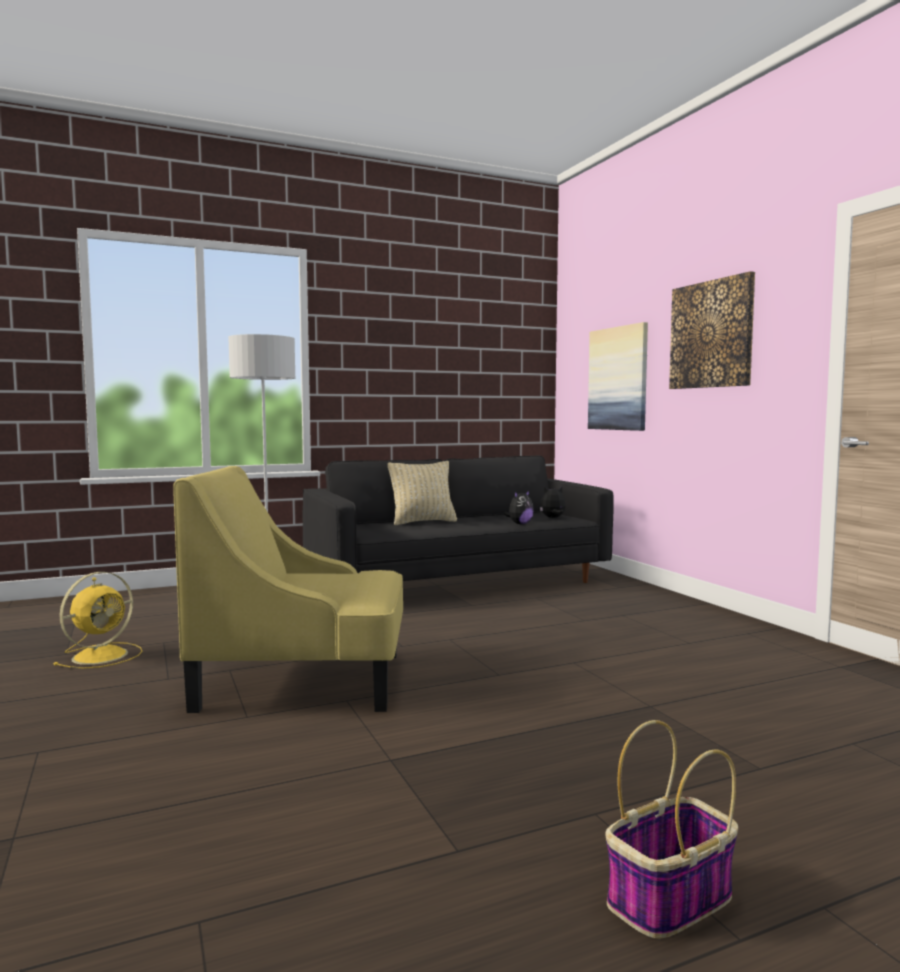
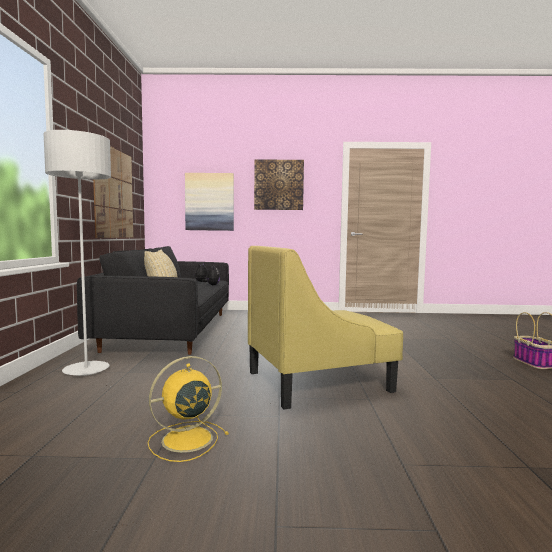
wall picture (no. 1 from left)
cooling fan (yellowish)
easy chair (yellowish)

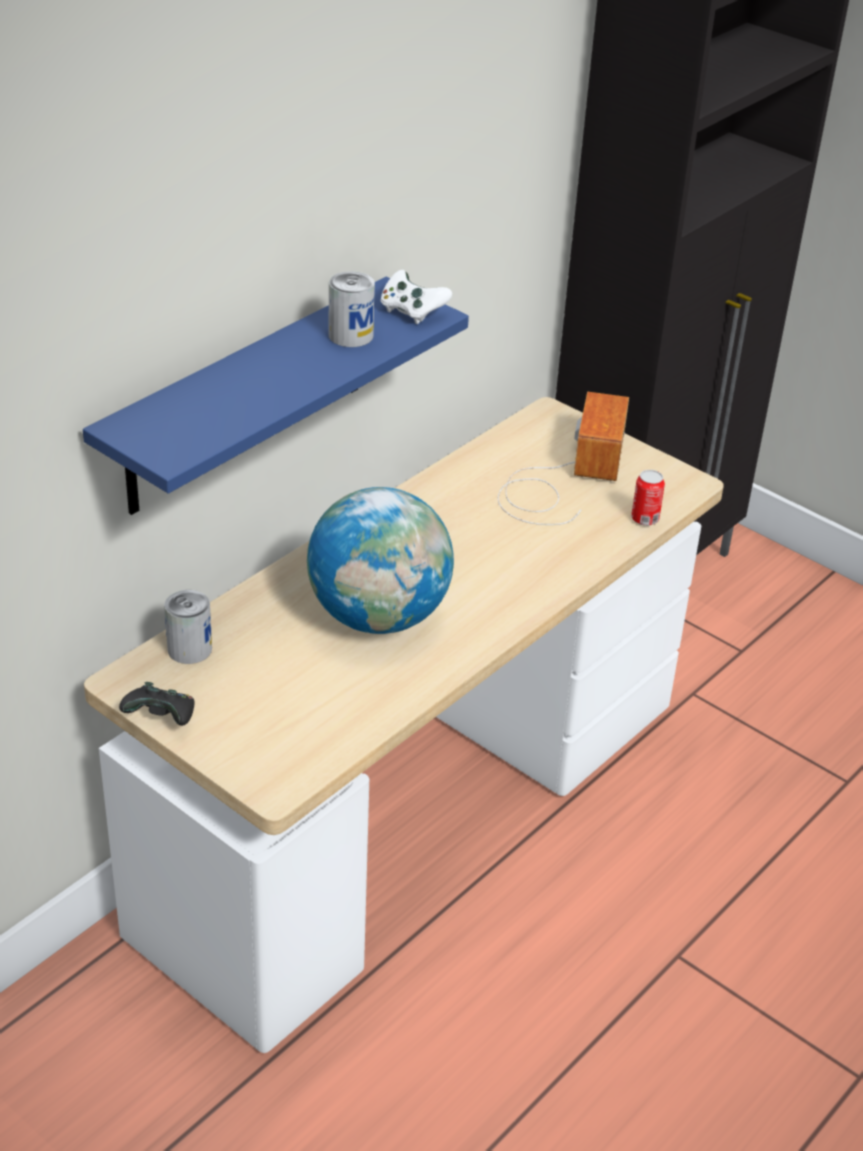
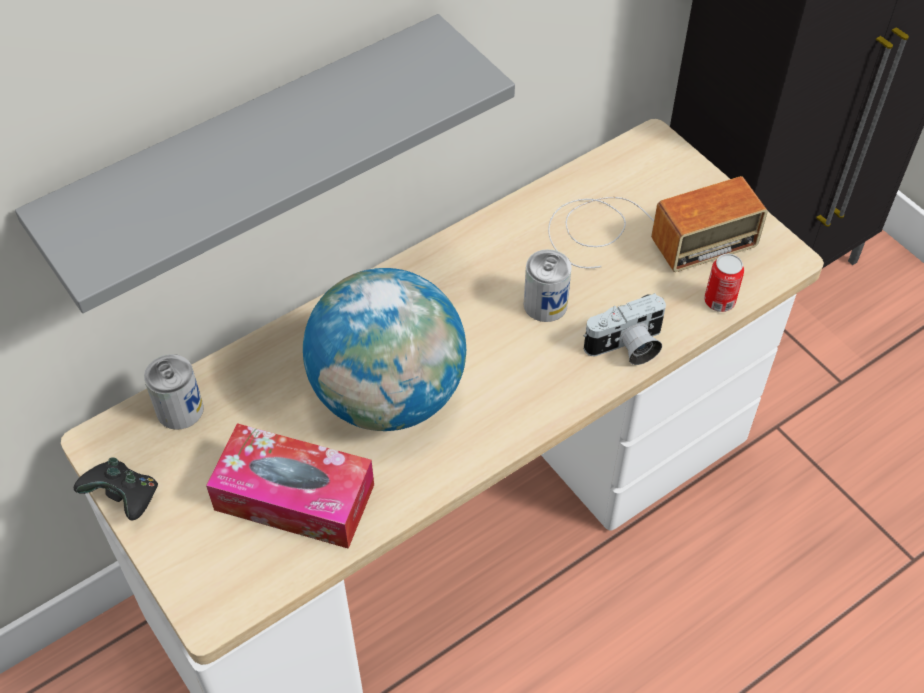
wall shelf (grey)
tissue holder
can (no. 2 from left)
radio
photo camera
gamepad (white)

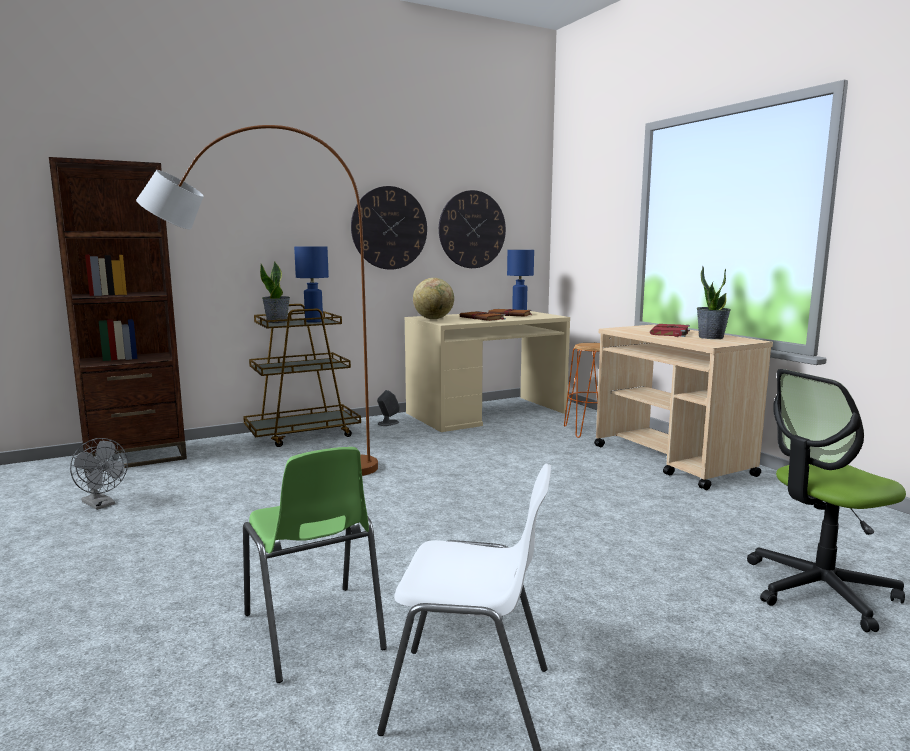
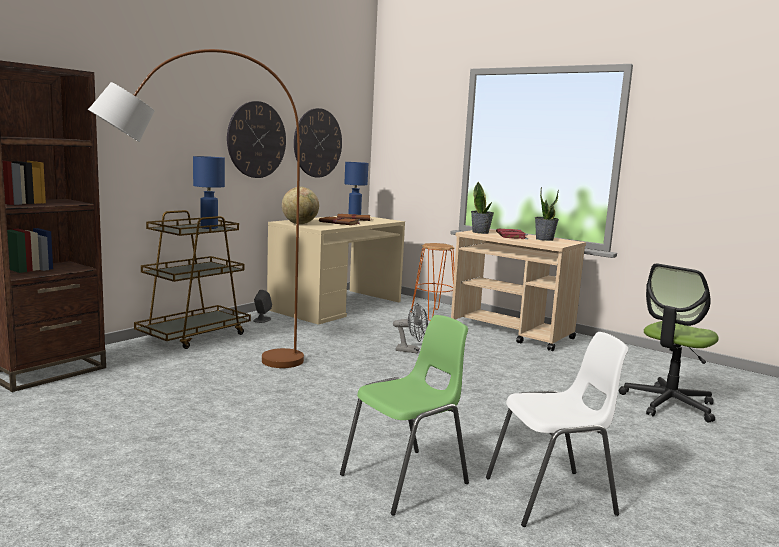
upright chair (green-coloured)
cooling fan (grey)
plant in a pot (no. 1 from left)

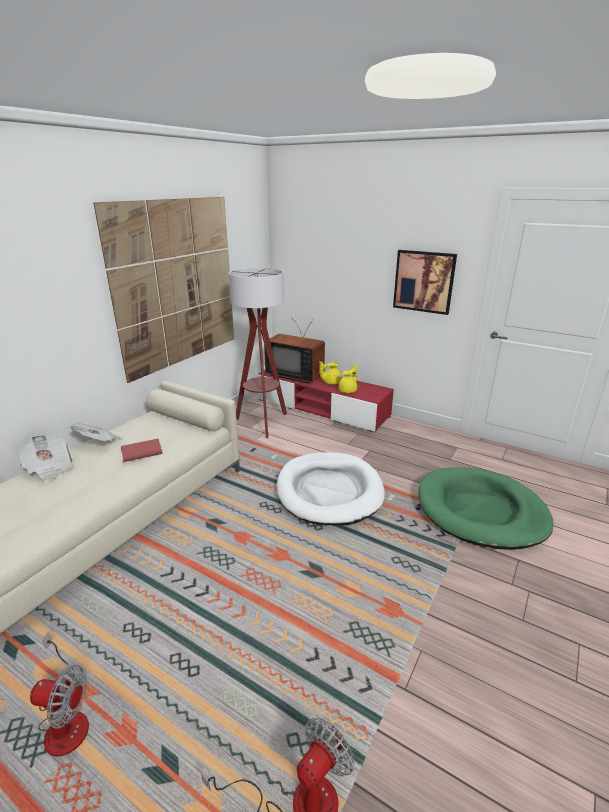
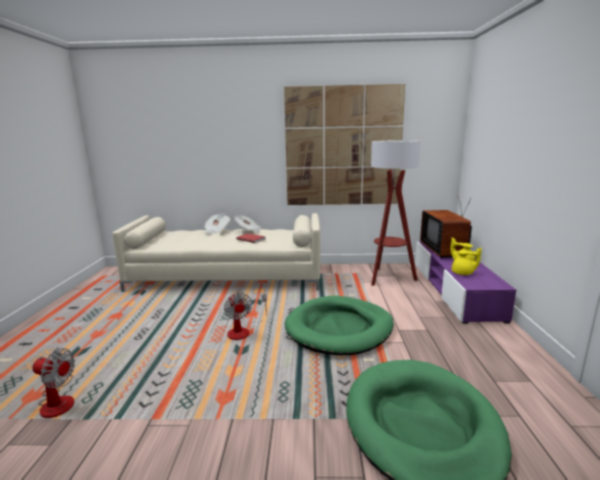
cooling fan (no. 2 from left)
dog bed (green-coloured) (no. 1 from left)
tv stand (purple-coloured)
wall picture (no. 2 from left in the first image)

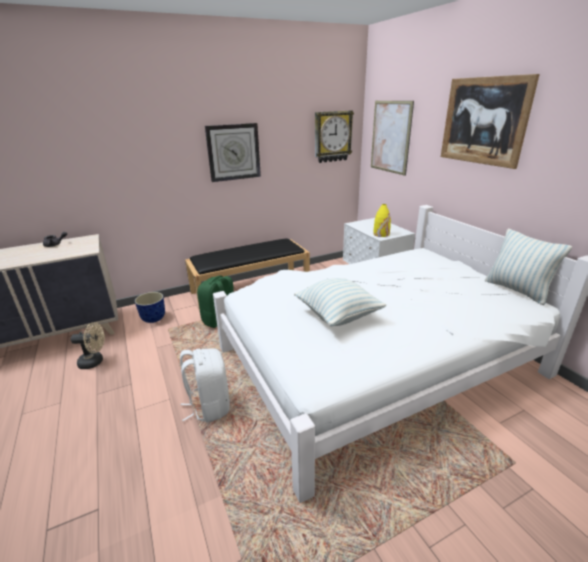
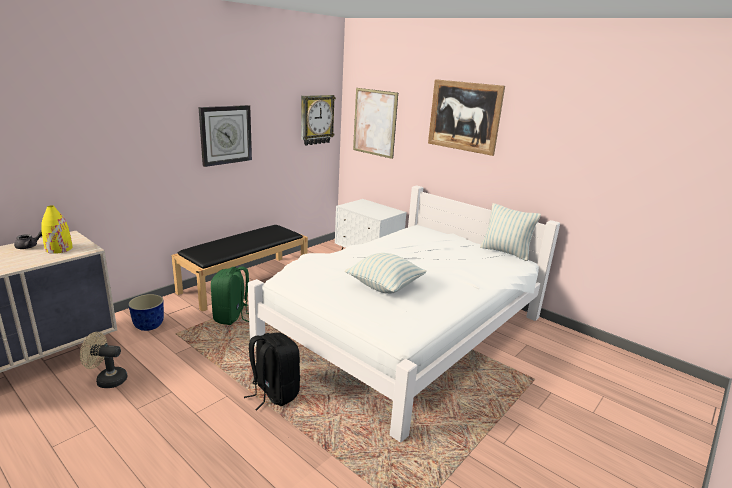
vase (yellowish)
cooling fan (sand-coloured)
rucksack (black-coloured)

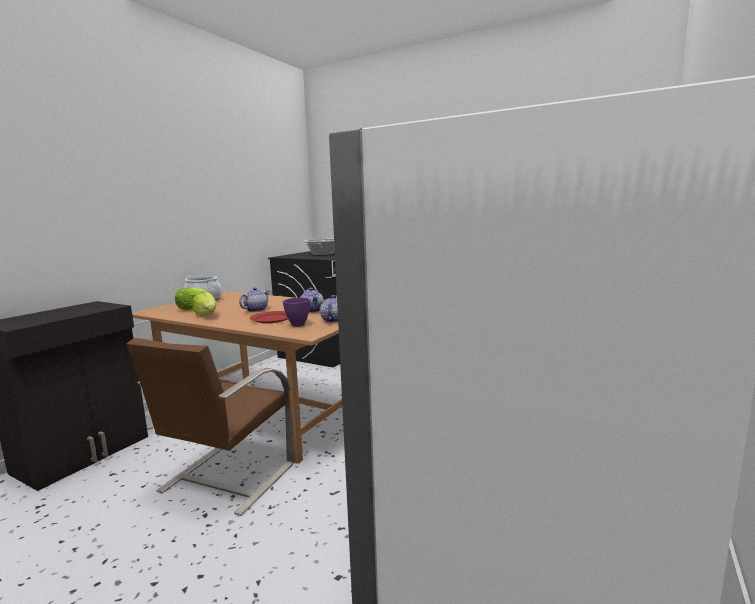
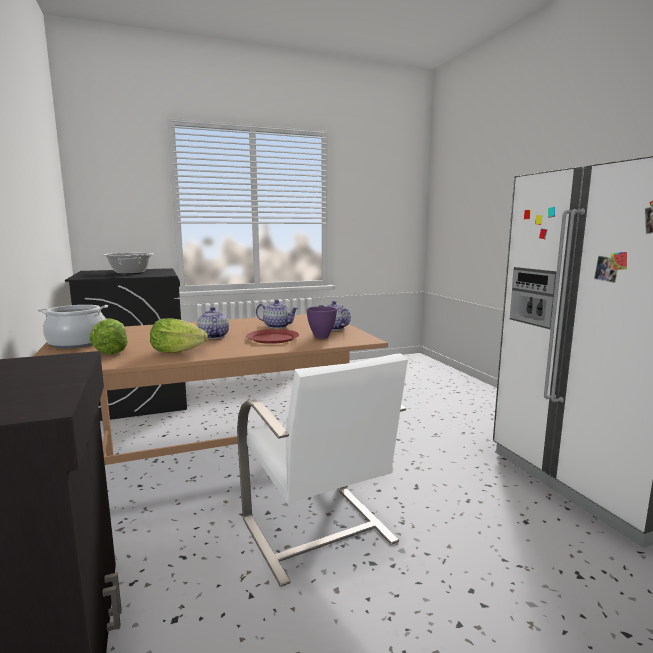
upright chair (white)

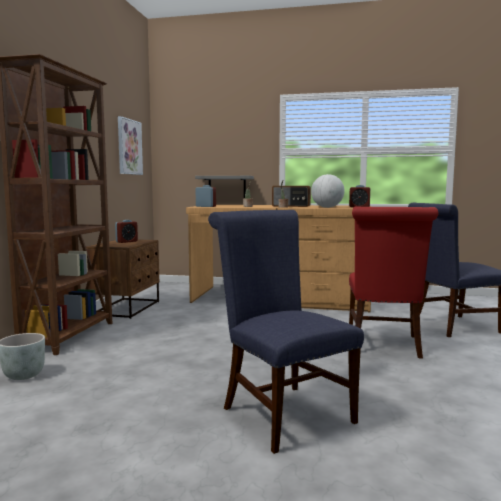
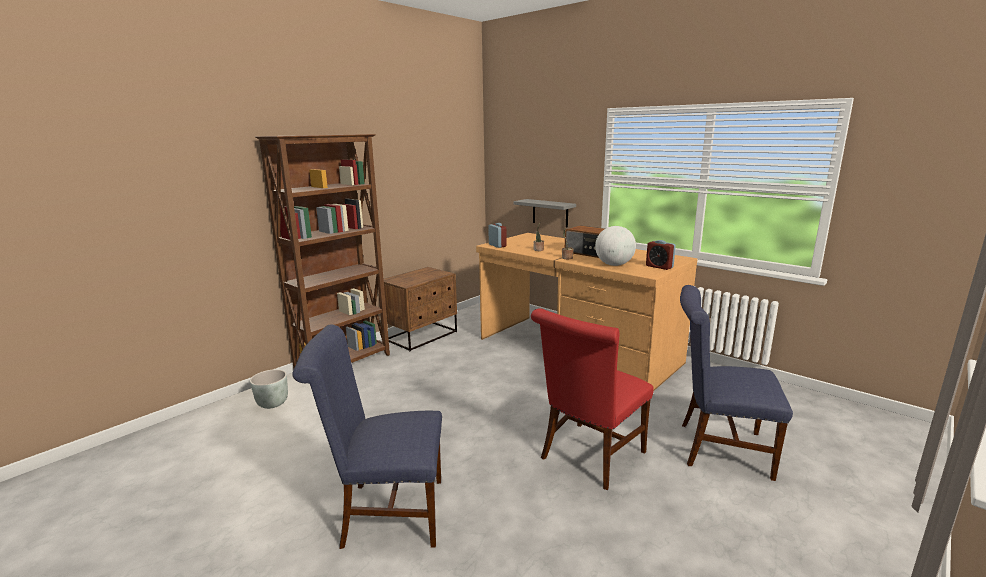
upright chair (blue) (no. 1 from left)
table clock (no. 1 from left in the first image)
wall picture

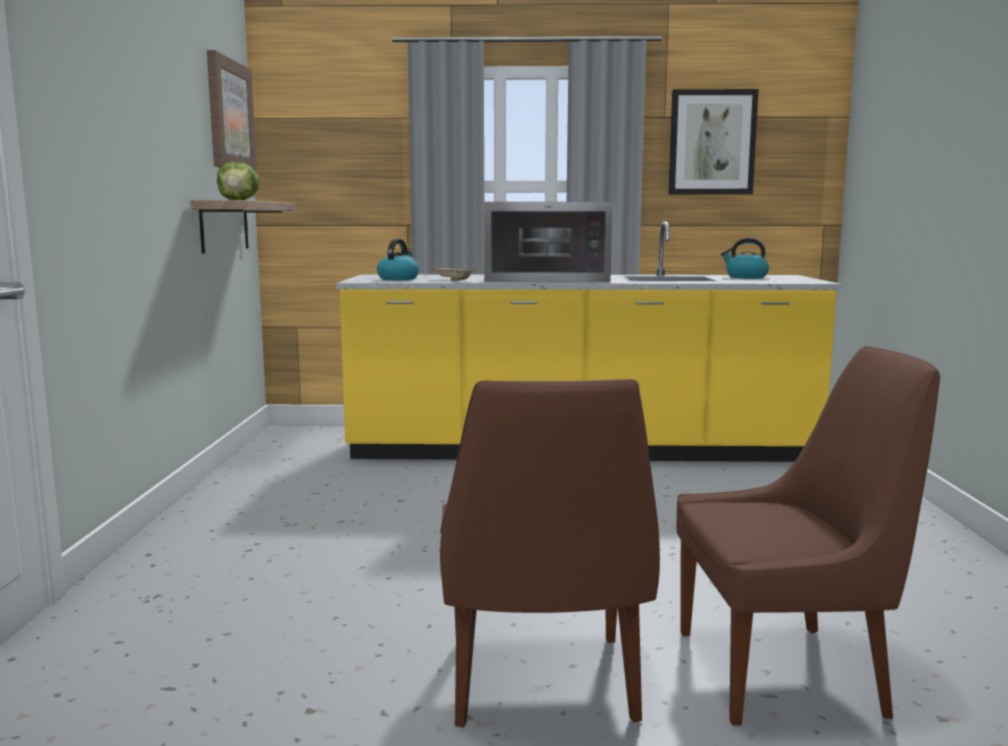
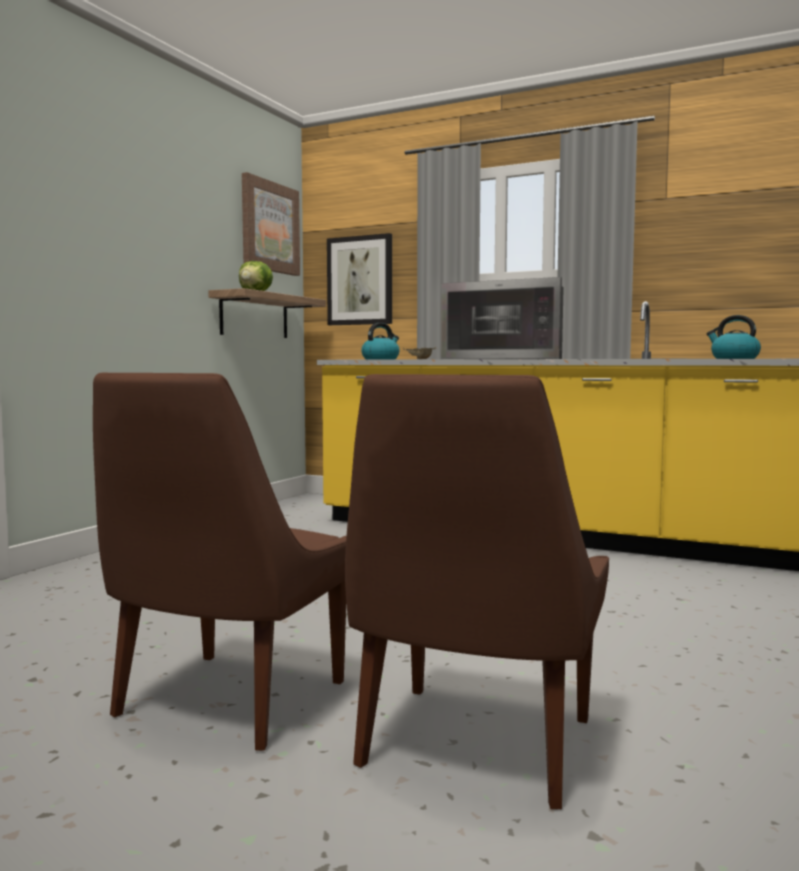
wall picture (no. 2 from left)
upright chair (brown) (no. 2 from left)

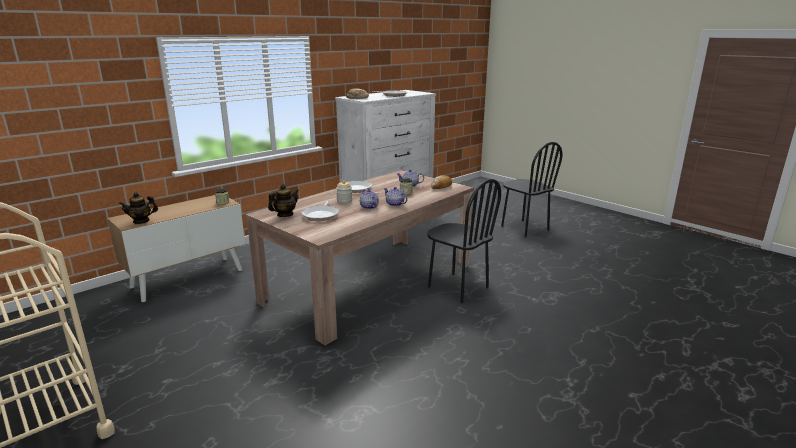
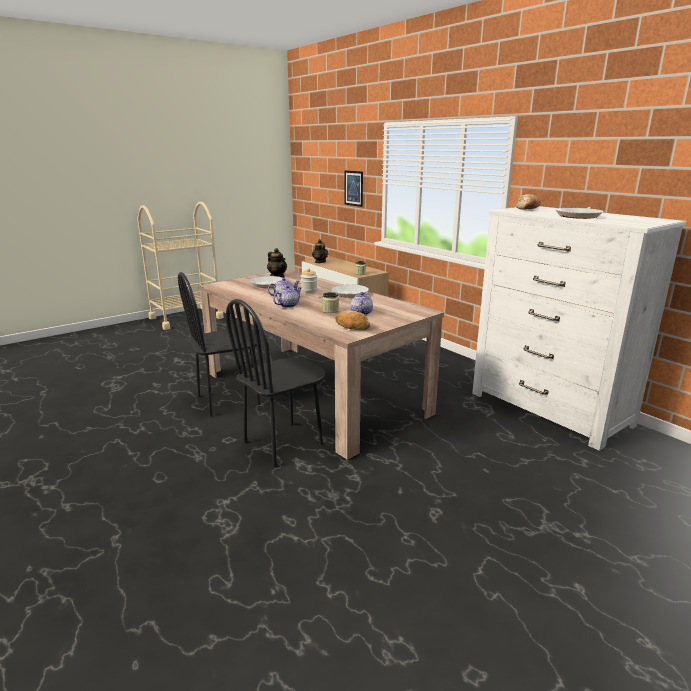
upright chair (black-coloured) (no. 1 from left)
wall picture

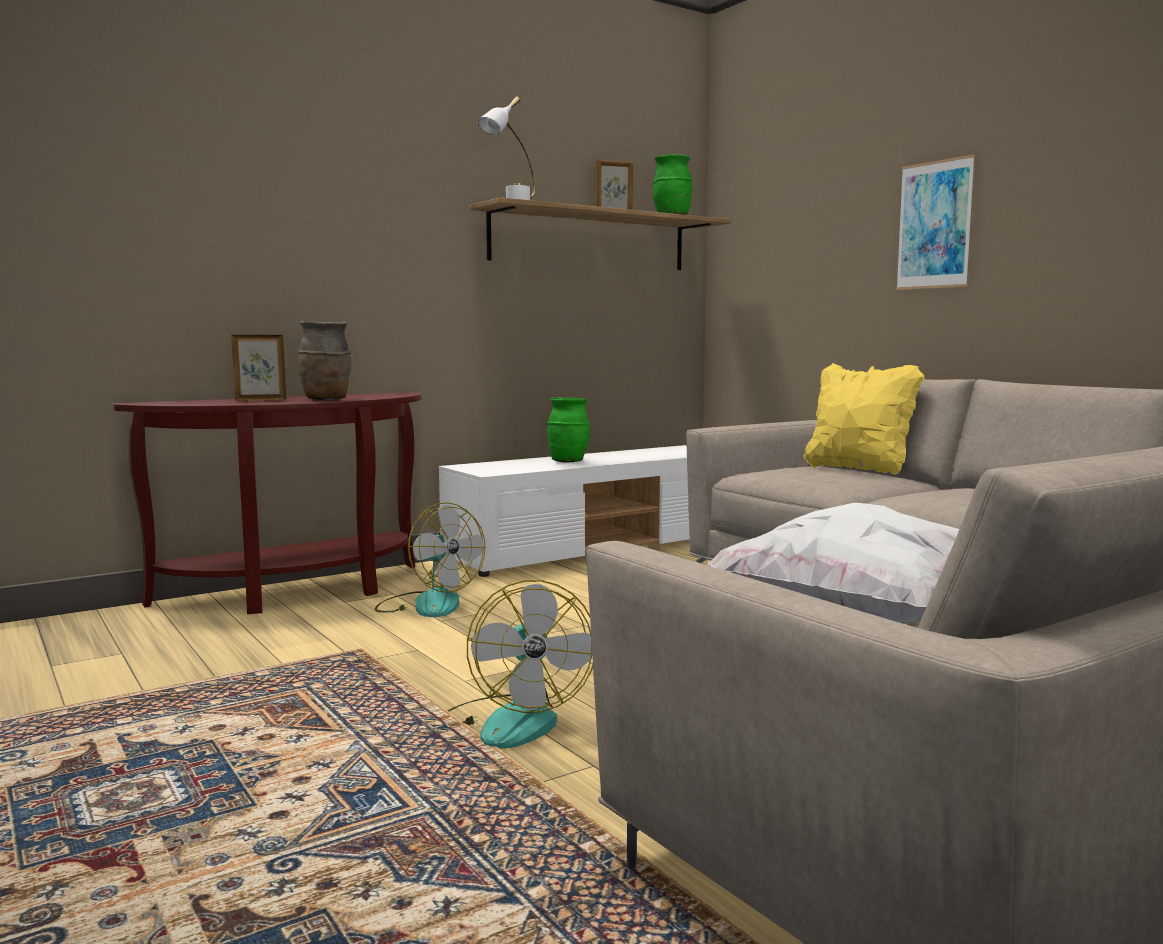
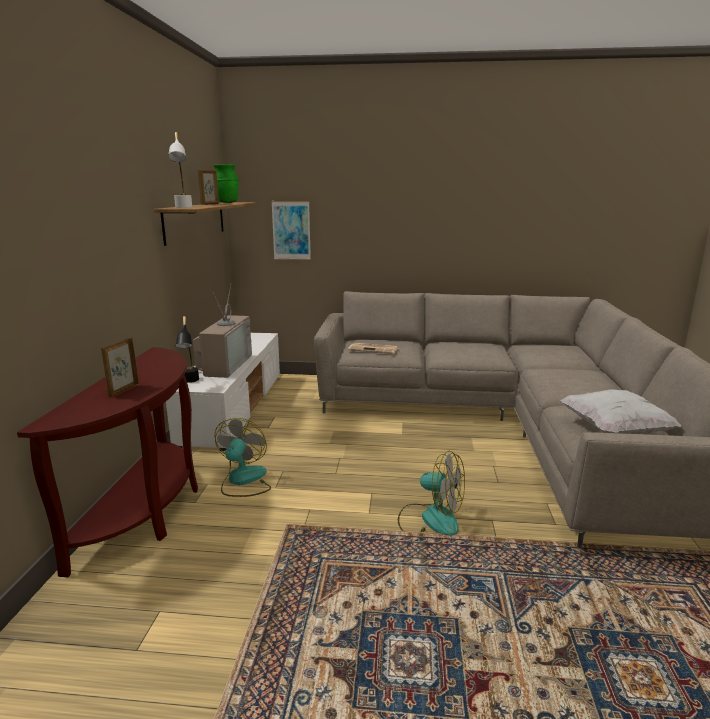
lamp for a table (black-coloured)
TV set
cooling fan (no. 1 from left)
wall picture
newspaper
vase (brown)
cushion (yellowish)

